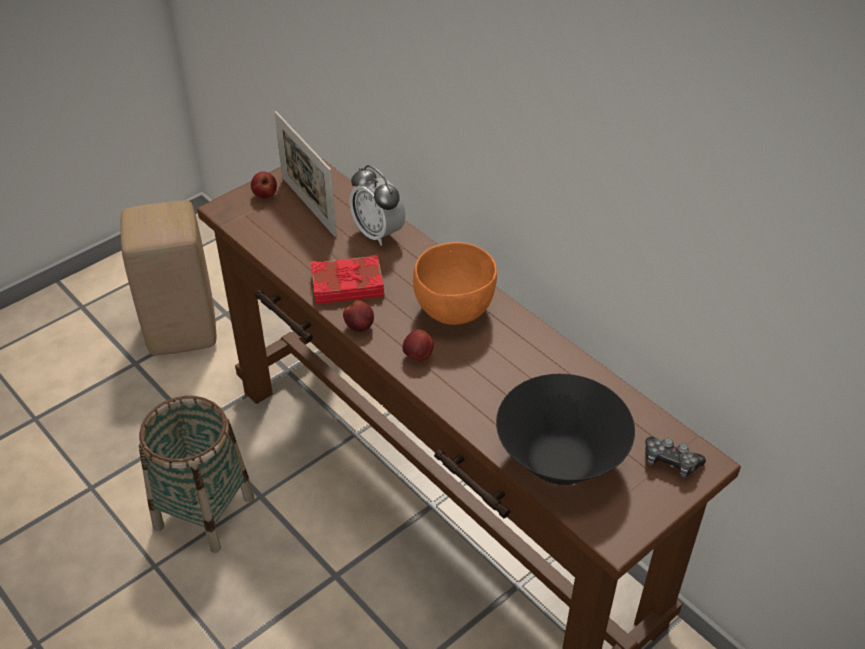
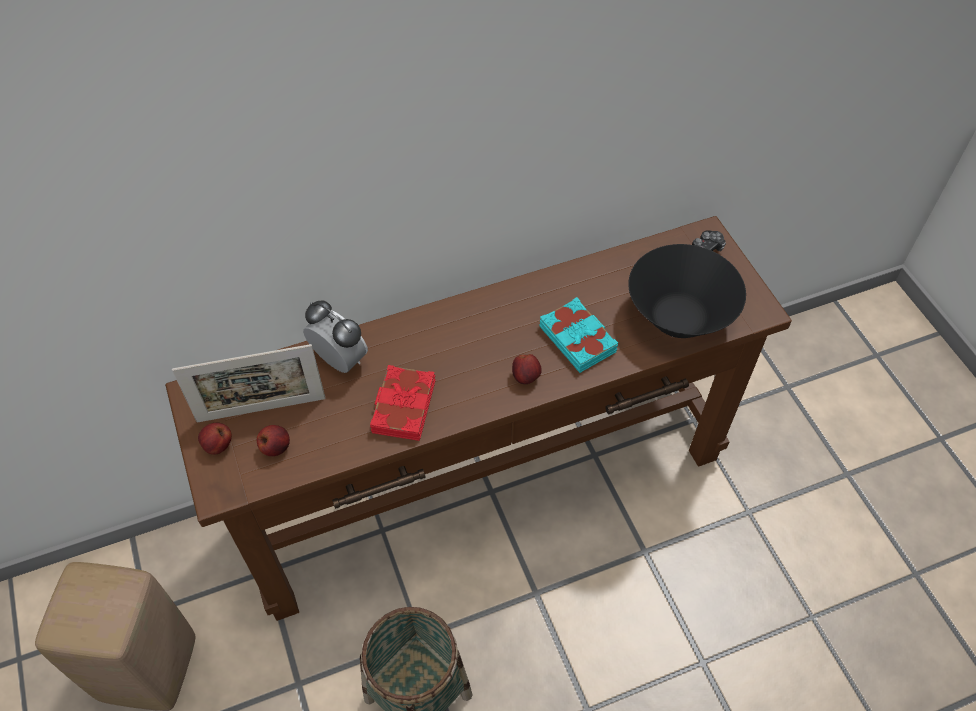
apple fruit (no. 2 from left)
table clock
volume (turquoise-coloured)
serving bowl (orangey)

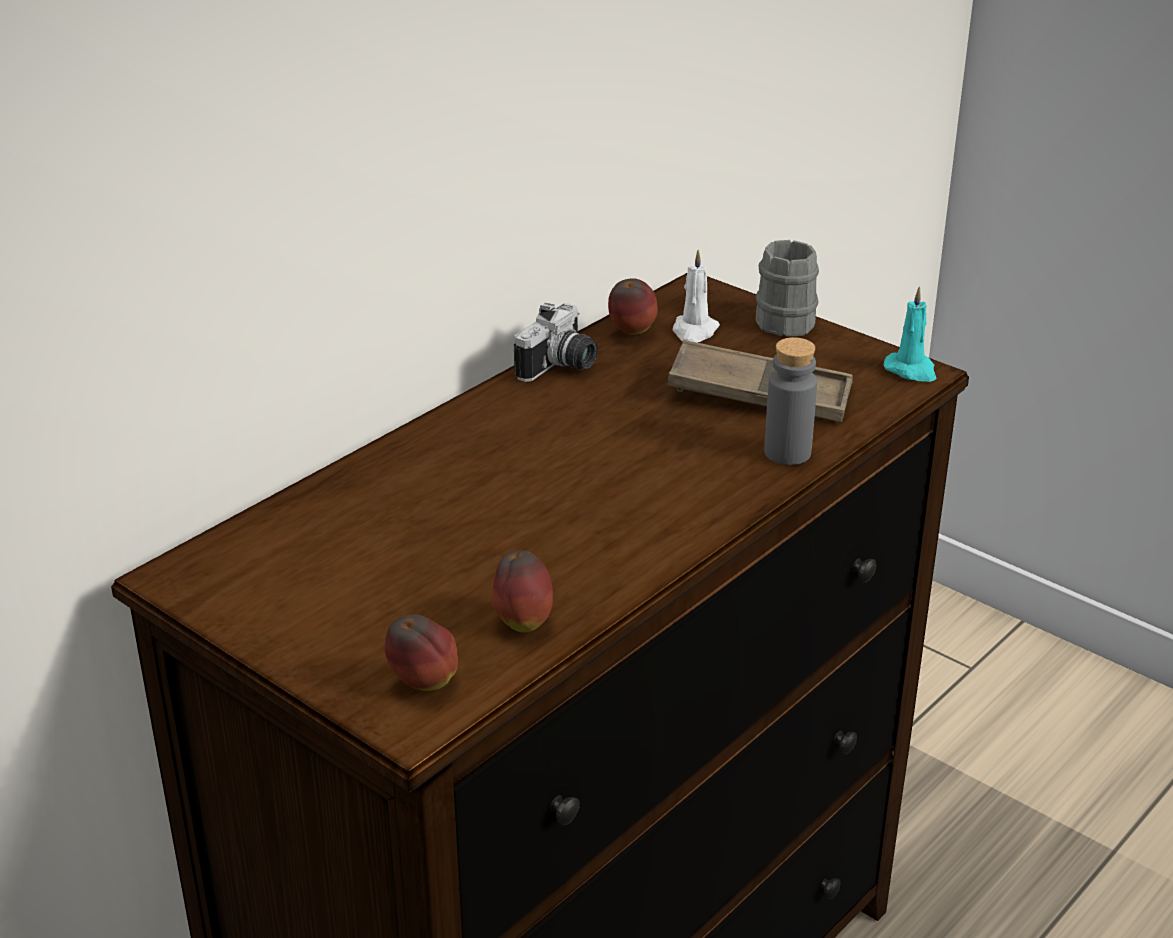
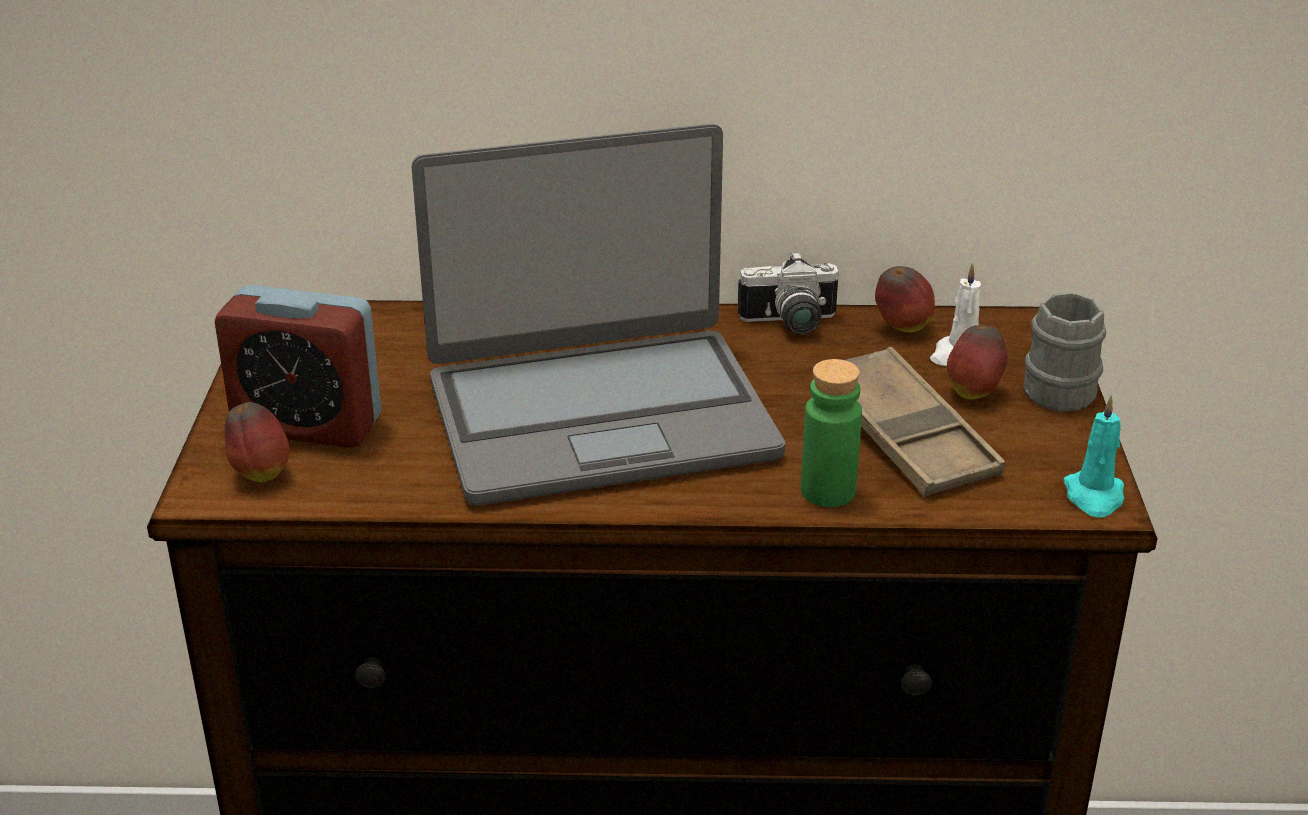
table clock
notebook computer
bottle (green-coloured)
apple fruit (no. 3 from left)

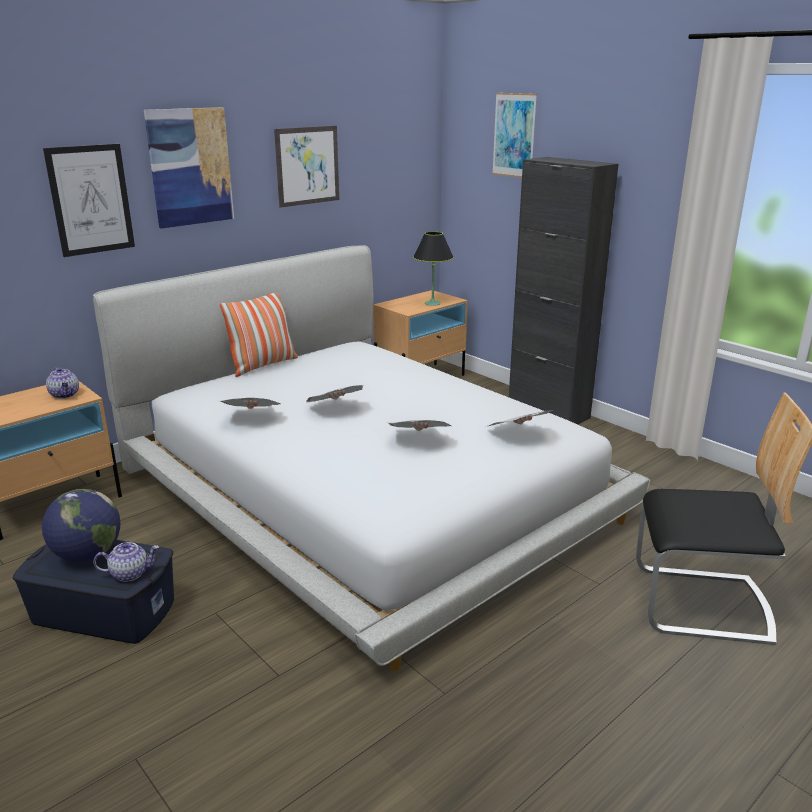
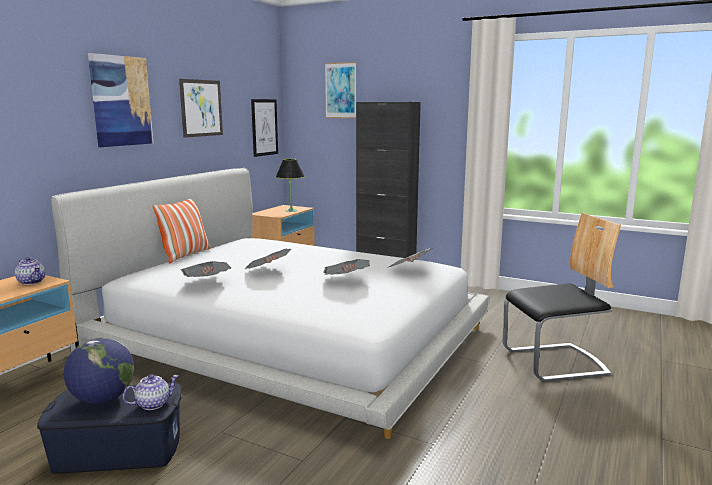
wall picture (no. 3 from left)

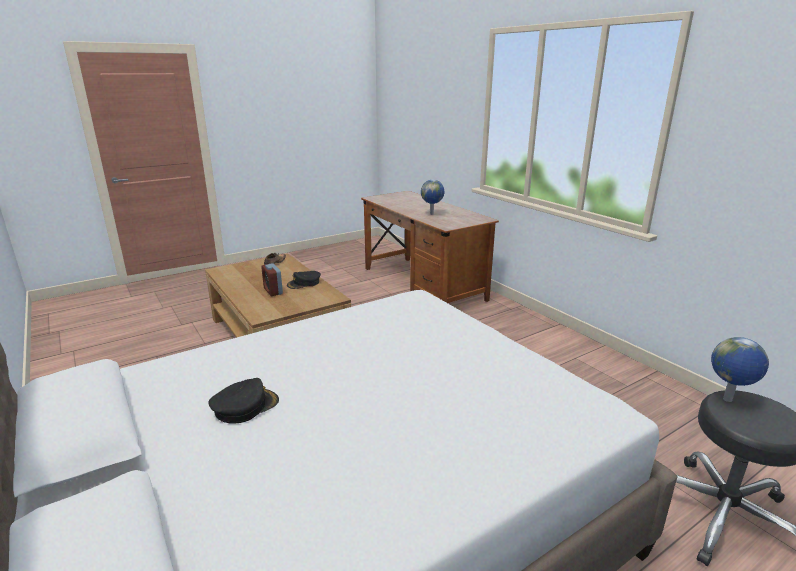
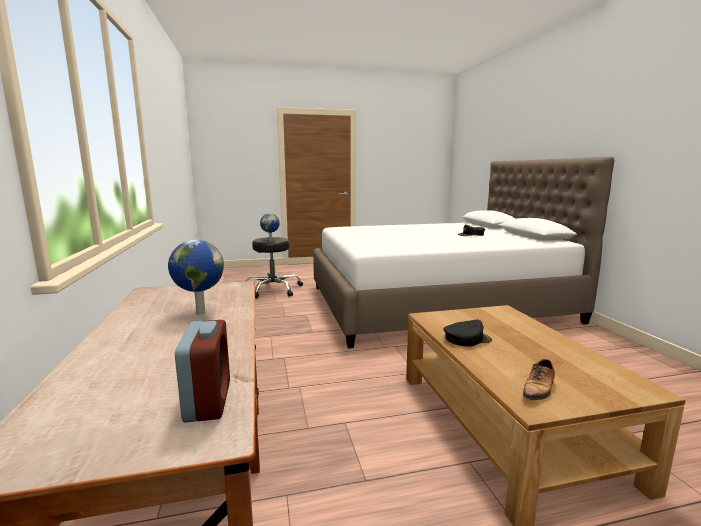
table clock

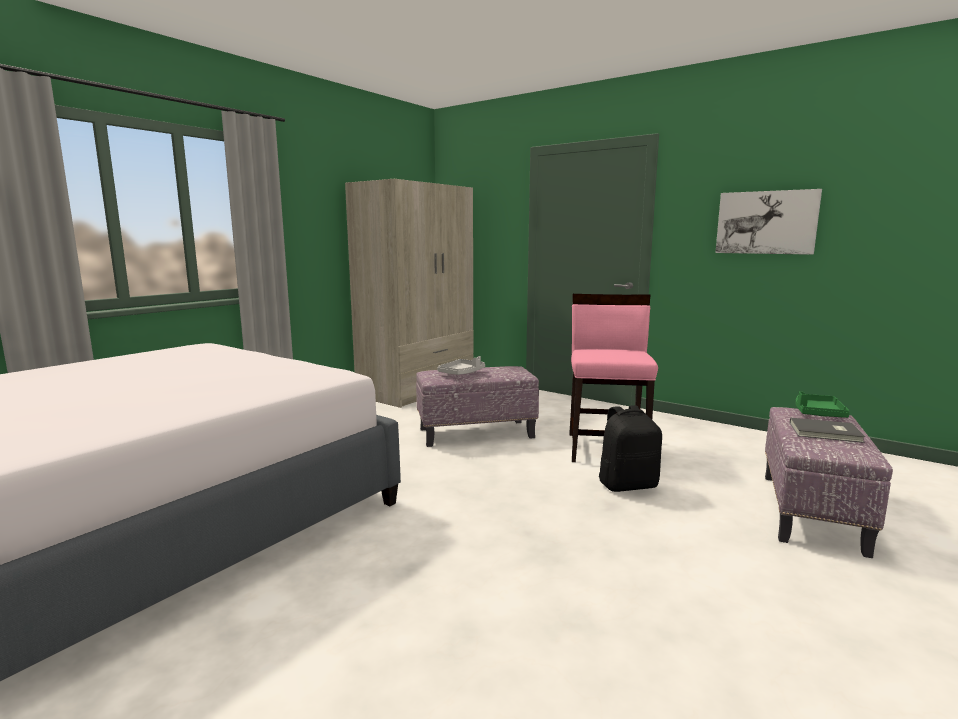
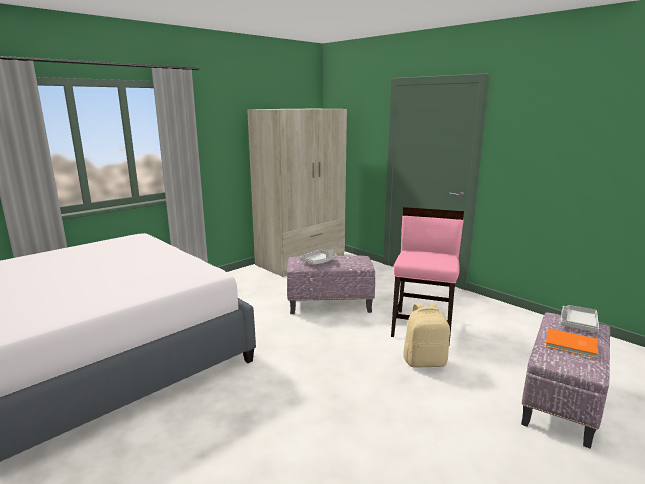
rucksack (sand-coloured)
volume (orangey)
serving tray (grey) (no. 2 from left)
wall picture

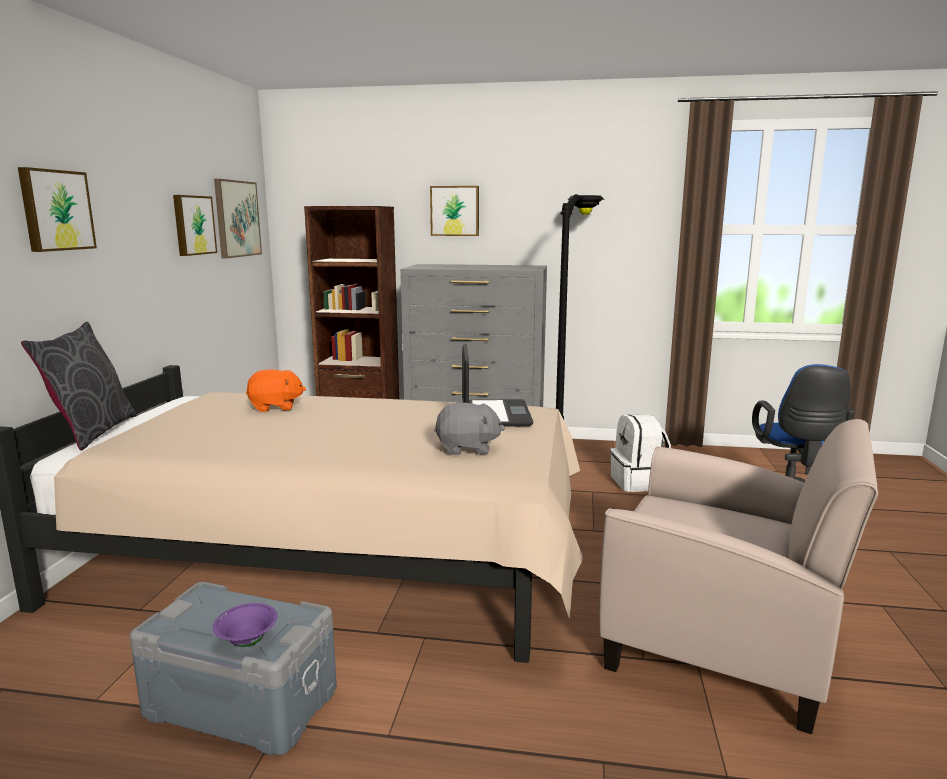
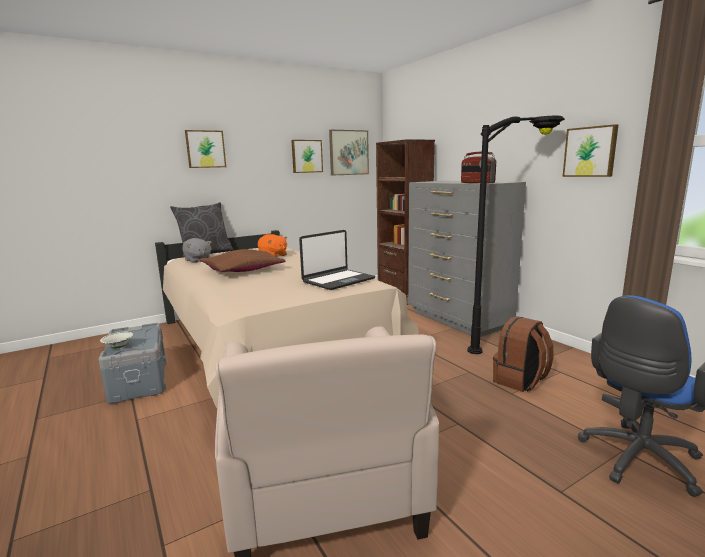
serving bowl (white)
plush toy (grey)
cushion (brown)
radio
rucksack (brown)
wall picture (no. 4 from left)

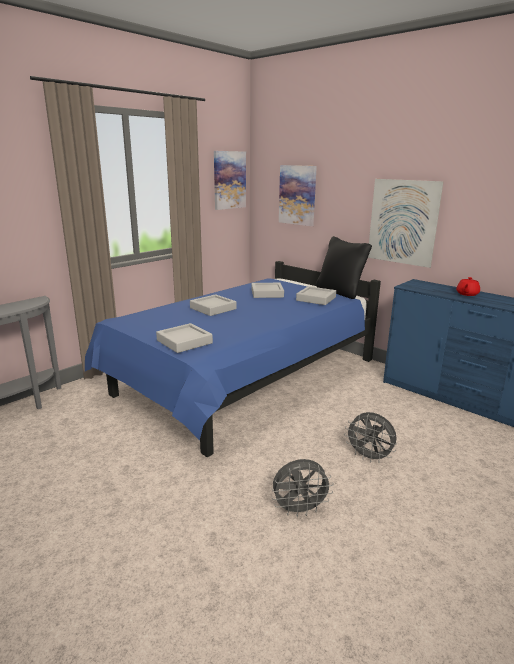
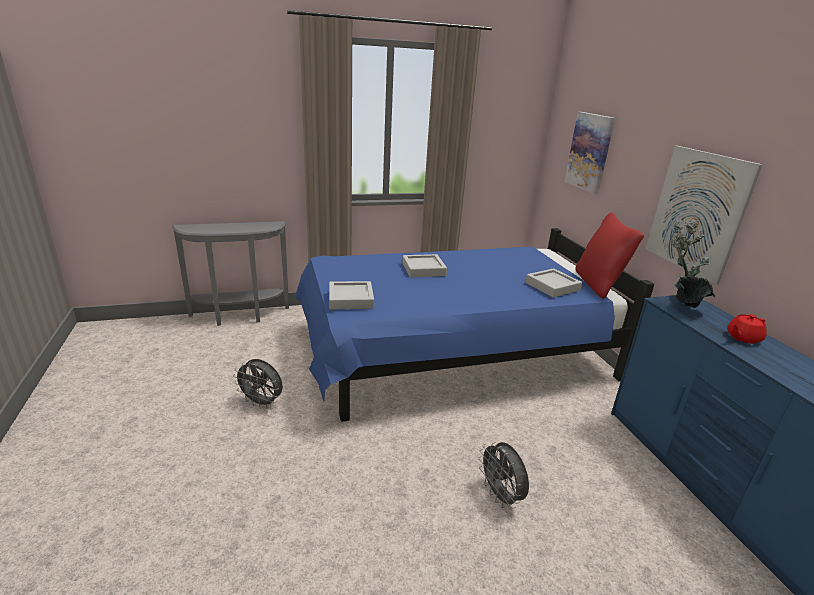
cooling fan (grey) (no. 1 from left)
cushion (reddish)
plant in a pot
wall picture (no. 1 from left in the first image)
serving tray (grey) (no. 3 from left in the first image)

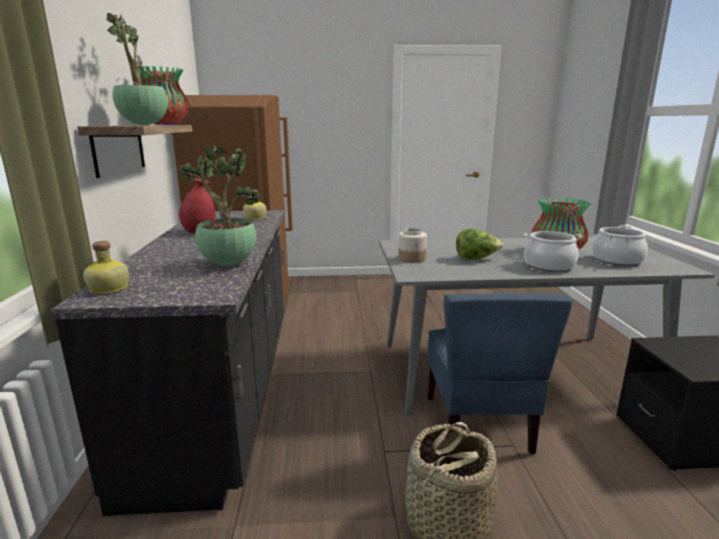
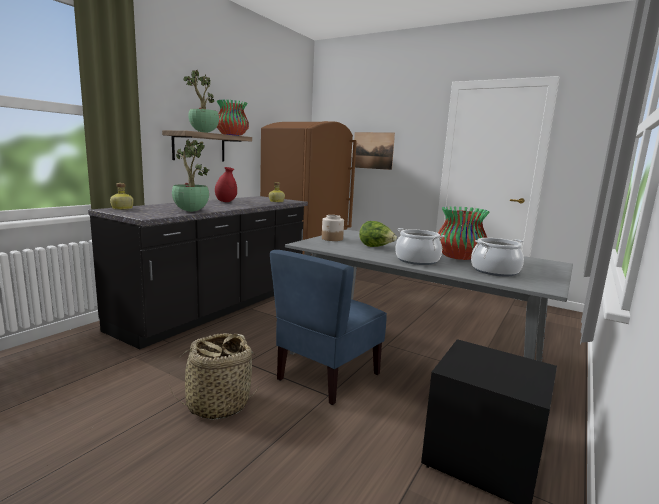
wall picture

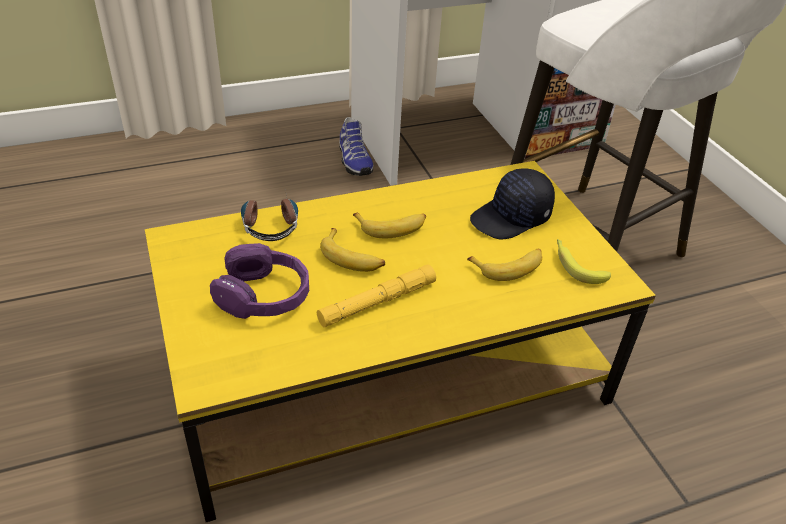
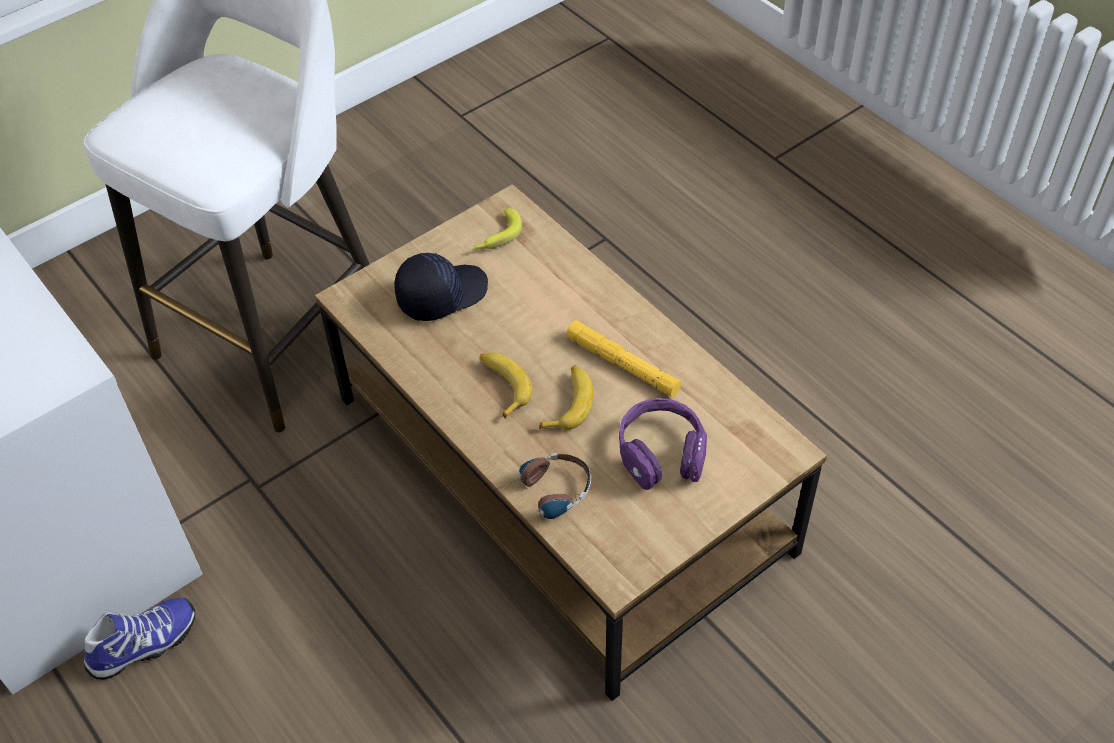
low table (brown)
baseball cap (black-coloured)
whole banana (no. 3 from left in the first image)

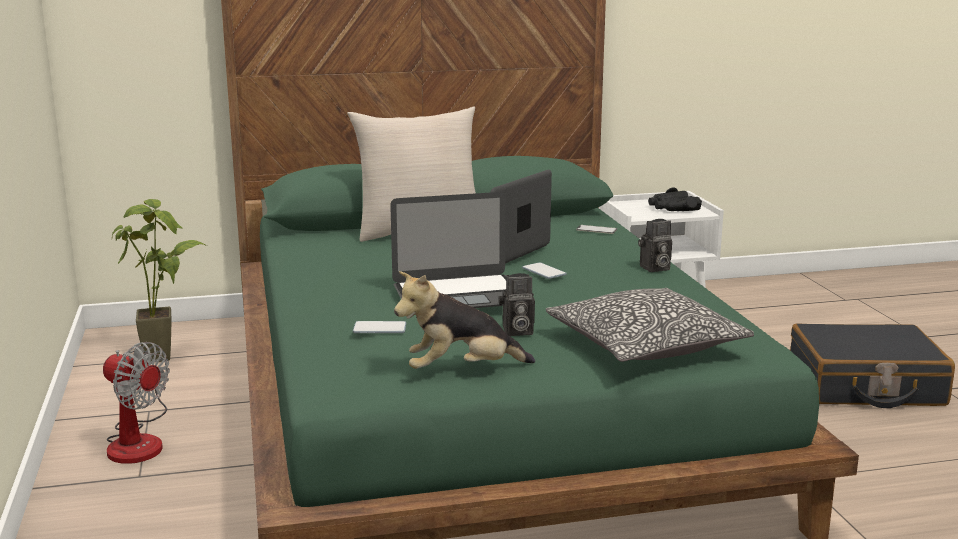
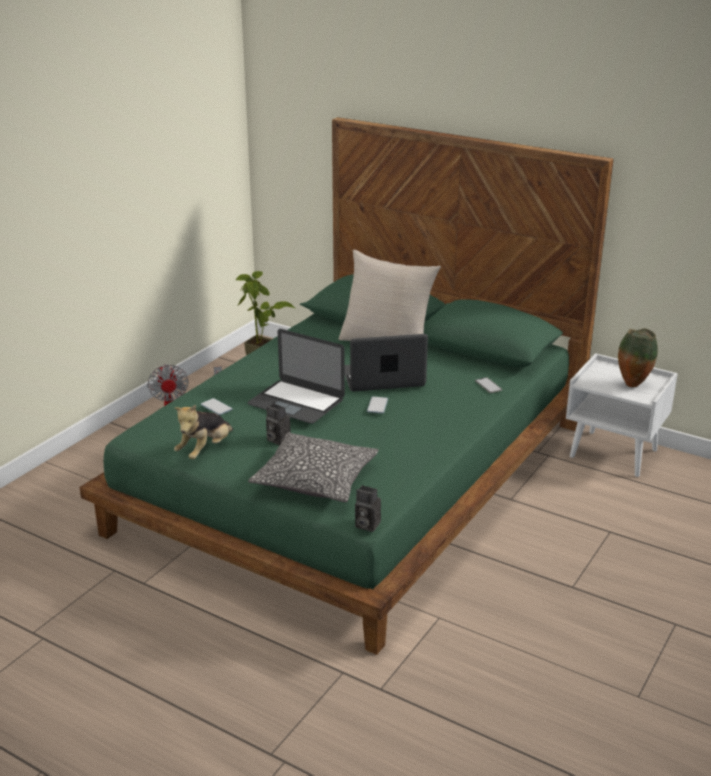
plush toy
photo camera (no. 2 from left)
vase
suitcase (black-coloured)

